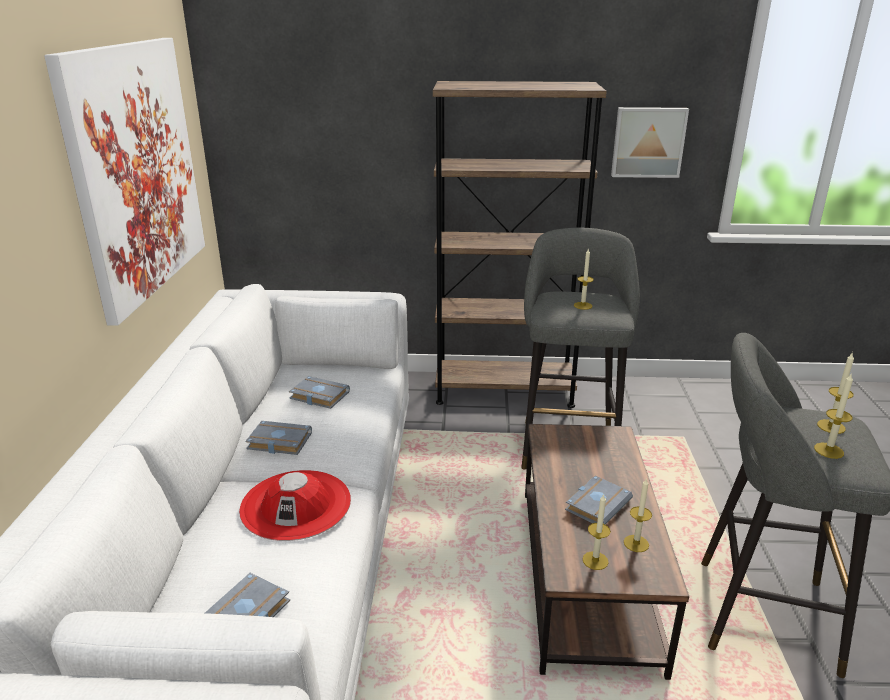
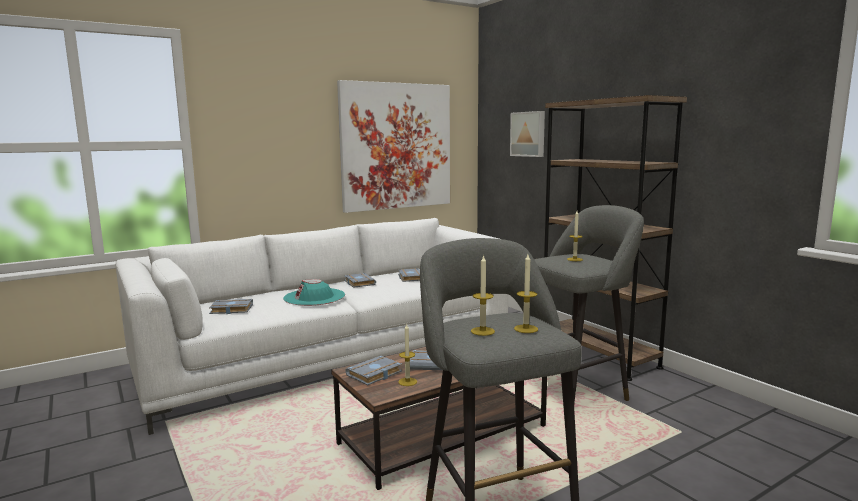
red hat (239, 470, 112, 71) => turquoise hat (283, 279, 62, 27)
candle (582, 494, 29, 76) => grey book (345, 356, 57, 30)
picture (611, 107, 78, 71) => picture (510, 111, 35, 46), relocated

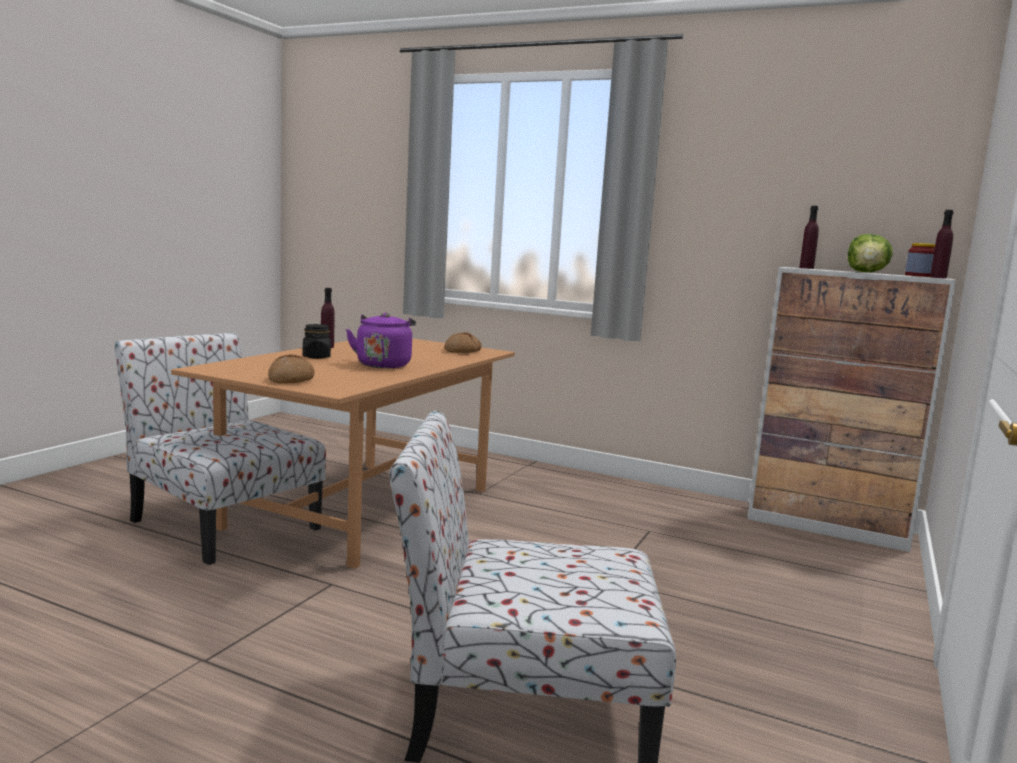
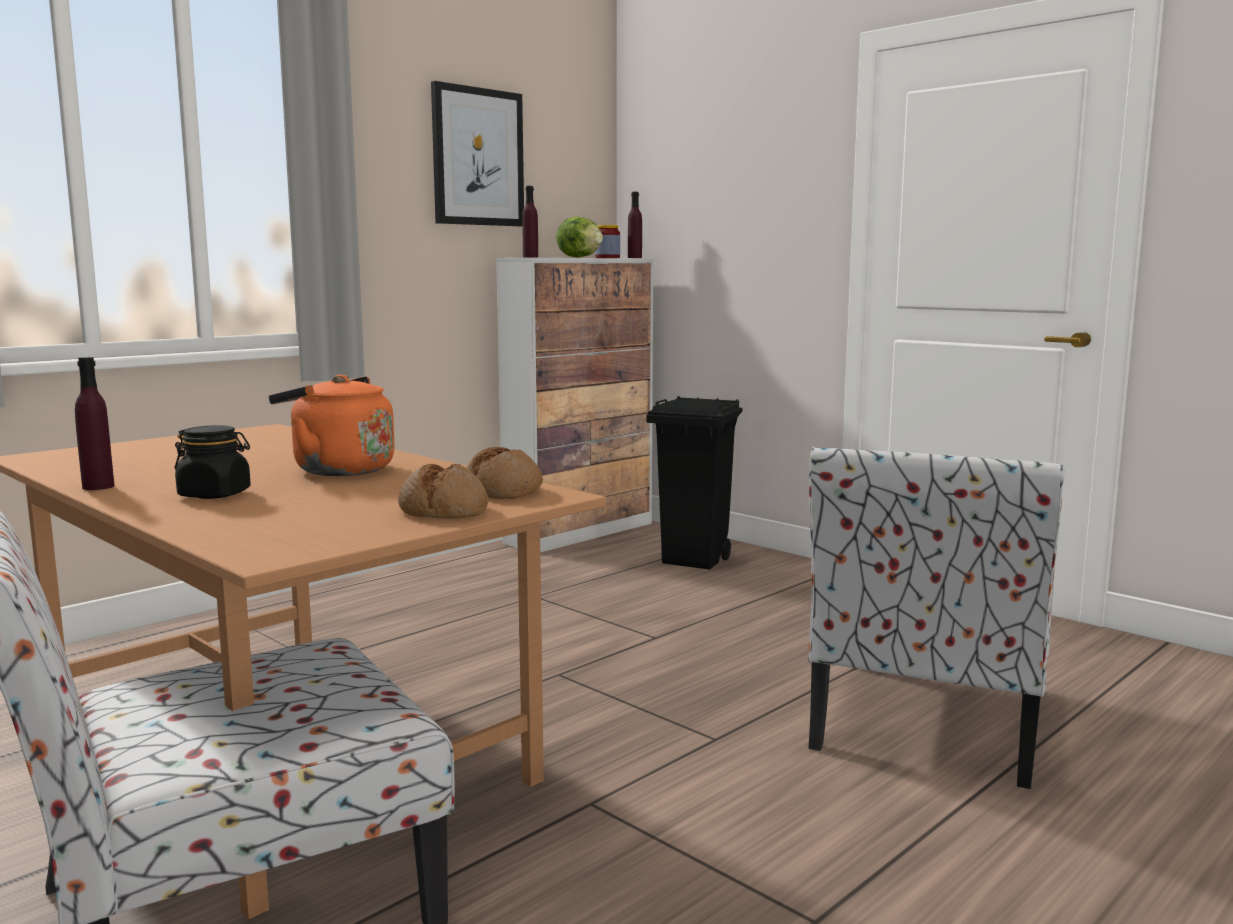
purple kettle (346, 313, 70, 55) => orange kettle (269, 374, 126, 102)
nothing => picture (431, 81, 93, 145)
bread (444, 332, 38, 21) => bread (466, 447, 77, 52), relocated
nothing => black trash can (647, 396, 96, 173)

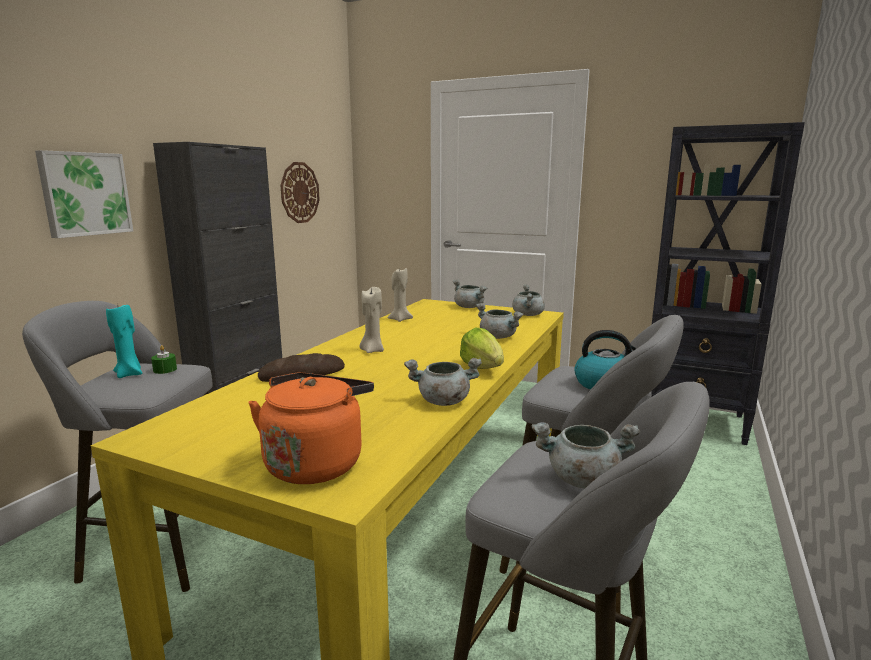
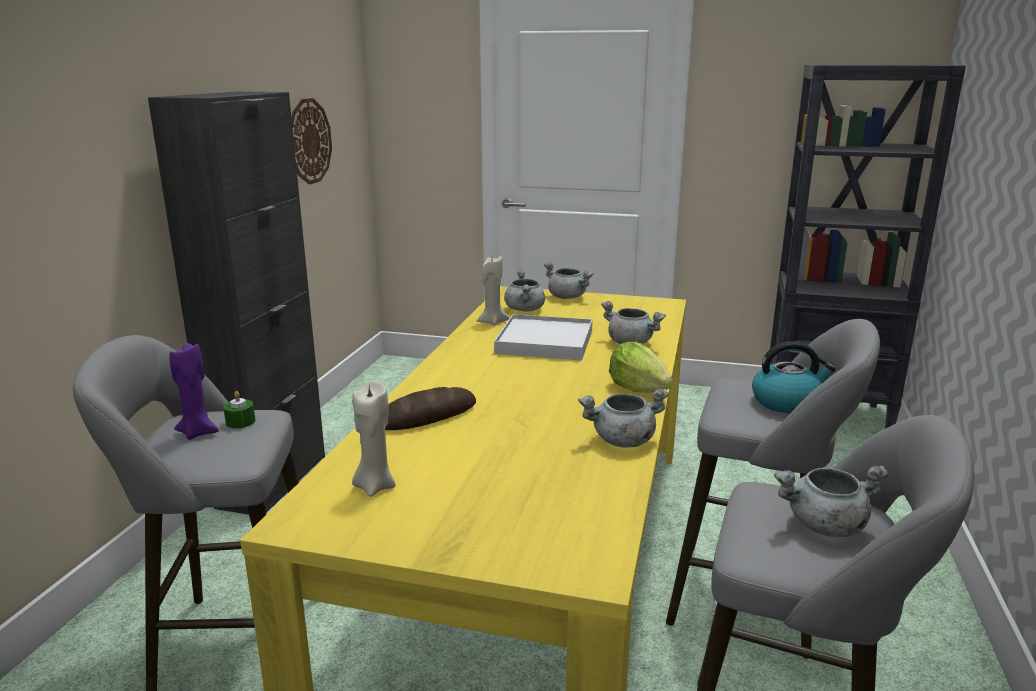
turquoise candle (106, 303, 36, 75) => purple candle (169, 343, 50, 97)
beige candle (359, 287, 25, 66) => beige candle (352, 381, 44, 116), relocated
nothing => white tray (494, 314, 99, 47)
grey cooking pot (512, 284, 33, 32) => grey cooking pot (504, 270, 41, 42), relocated
picture (35, 150, 98, 88) => nothing
orange kettle (248, 373, 126, 111) => nothing

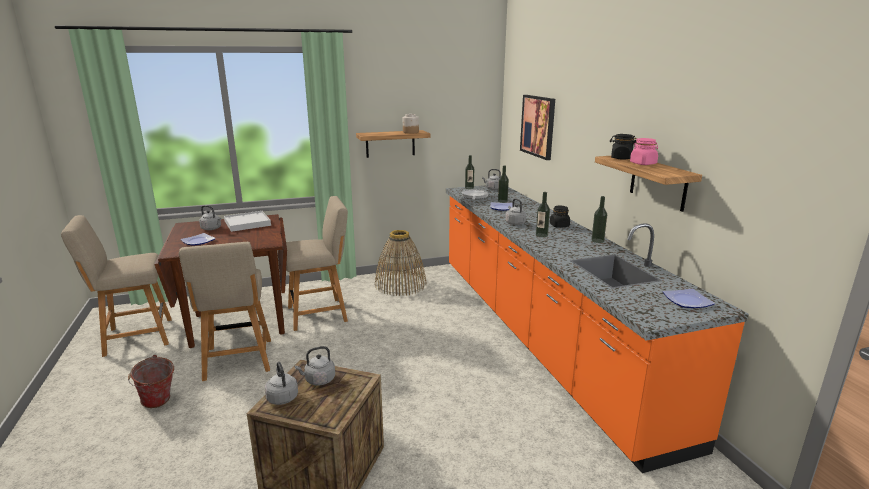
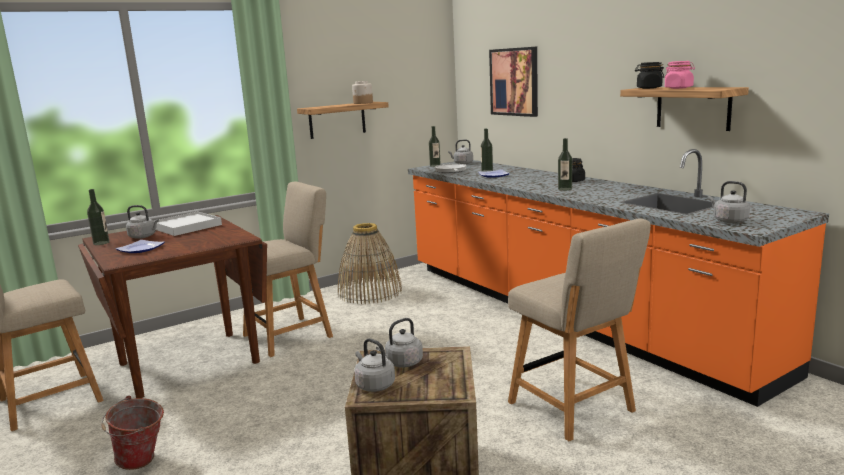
bottle (591, 196, 17, 47) => bottle (87, 189, 23, 56), relocated
beige chair (179, 242, 92, 139) => beige chair (508, 218, 143, 223), relocated
grey kettle (505, 198, 21, 27) => grey kettle (708, 181, 42, 42), relocated
plate (663, 289, 52, 19) => nothing

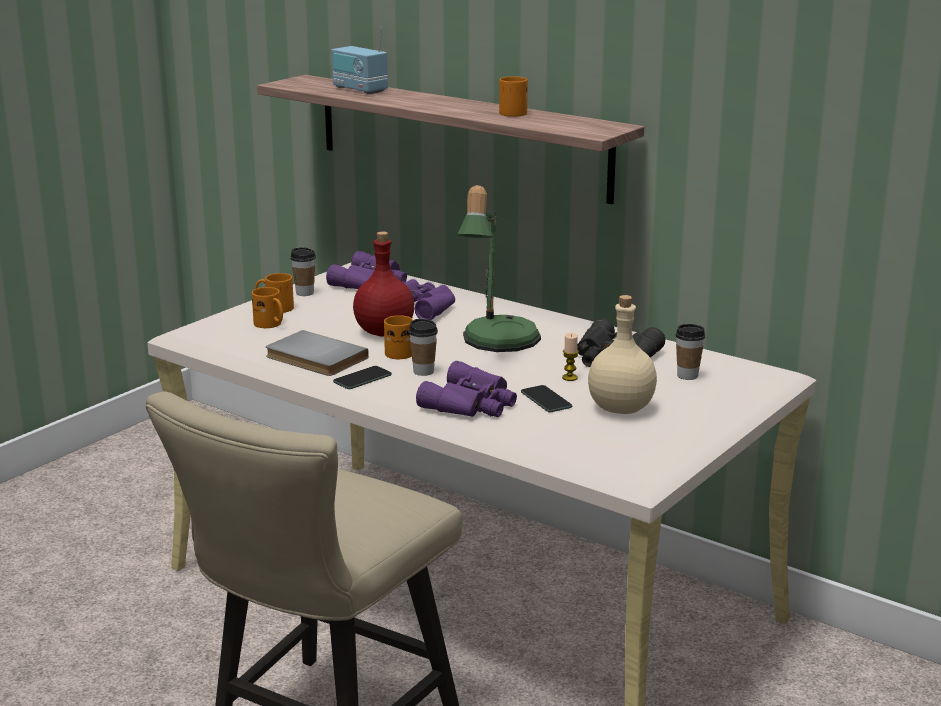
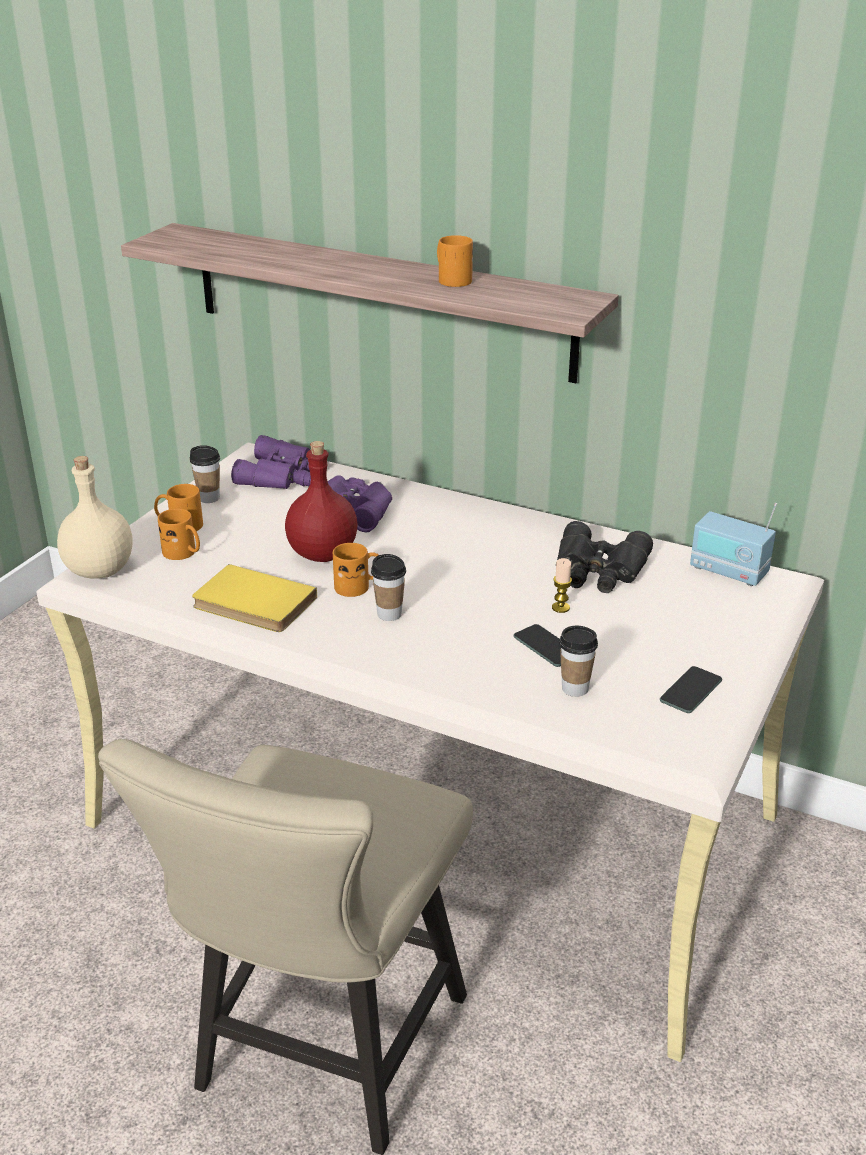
beige bottle (588, 295, 69, 119) => beige bottle (57, 456, 76, 123), relocated
grey book (266, 330, 103, 46) => yellow book (192, 564, 125, 68)
cup (675, 324, 30, 56) => cup (559, 626, 39, 71), relocated
phone (333, 366, 59, 23) => phone (660, 666, 62, 47), relocated
radio (332, 27, 56, 67) => radio (690, 503, 87, 83), relocated
purple binoculars (416, 361, 101, 56) => nothing
table lamp (457, 185, 84, 167) => nothing

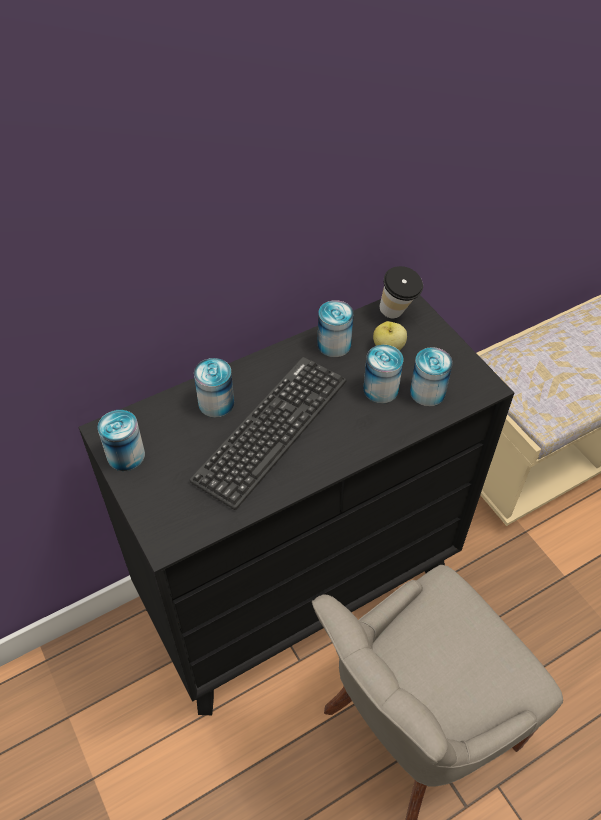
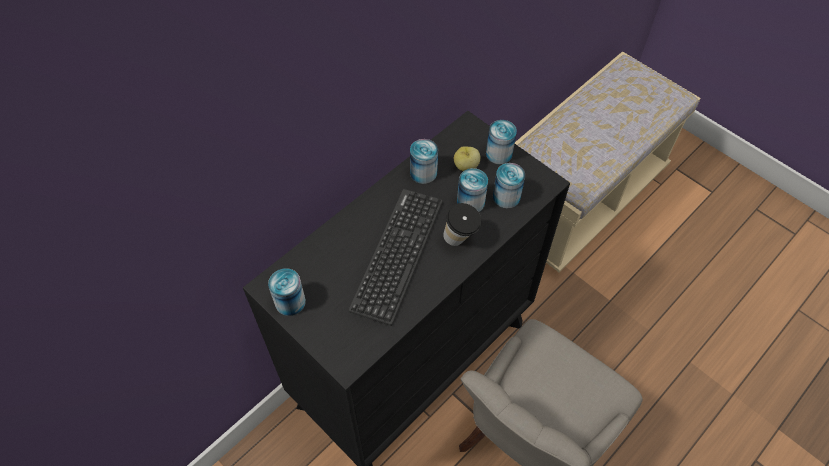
cup (380, 266, 43, 53) => cup (443, 203, 39, 43), relocated
can (194, 358, 40, 60) => can (486, 120, 31, 44), relocated

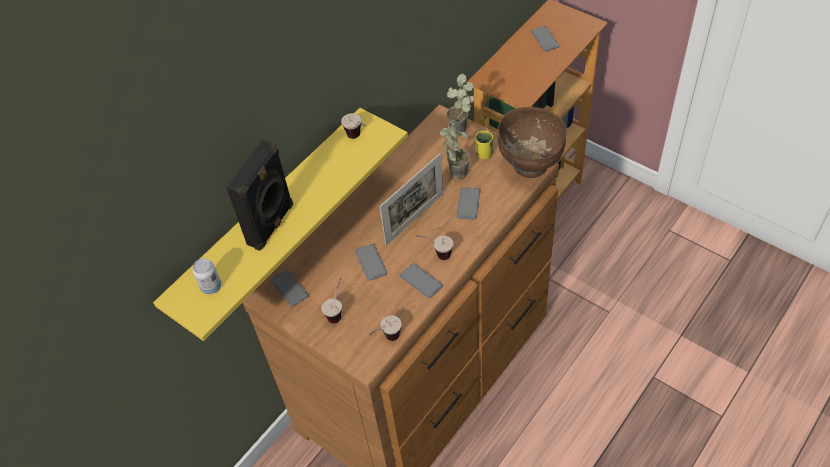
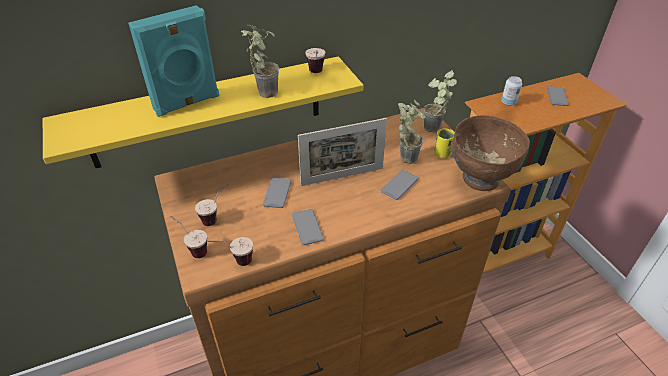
black speaker (226, 140, 67, 111) => turquoise speaker (128, 5, 91, 112)
cup (416, 235, 37, 25) => cup (170, 215, 37, 43), relocated
nothing => potted plant (241, 24, 39, 74)
can (192, 258, 30, 37) => can (501, 76, 21, 30), relocated
phone (271, 270, 38, 36) => nothing

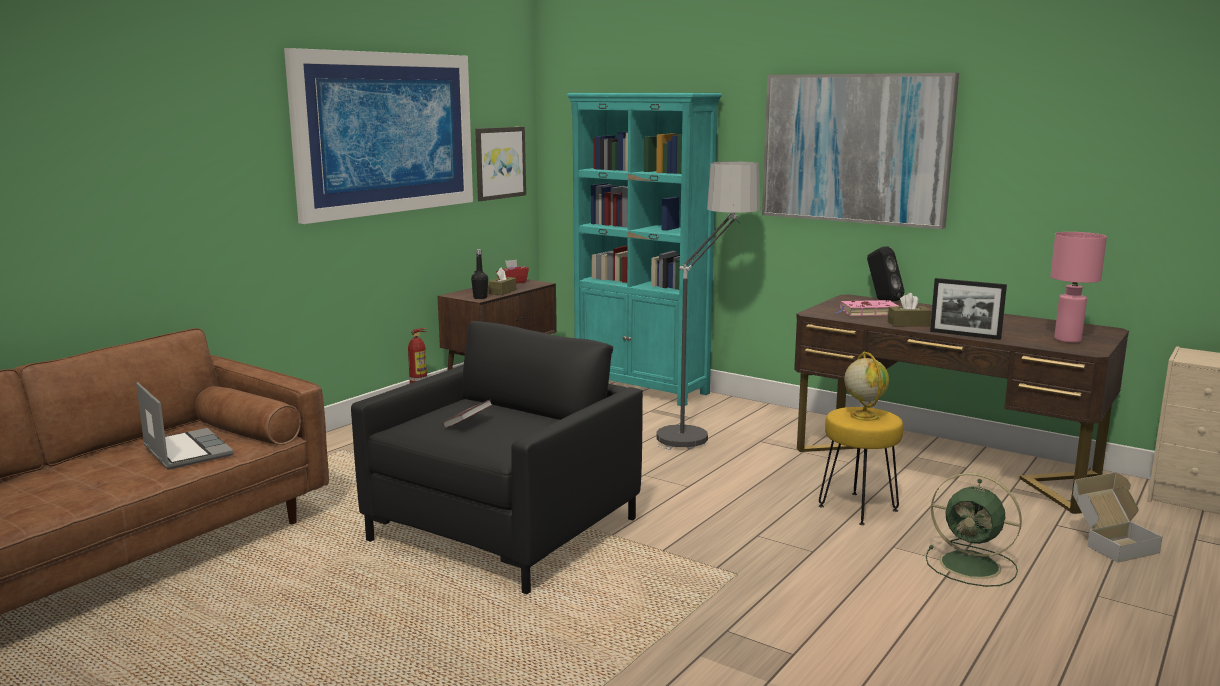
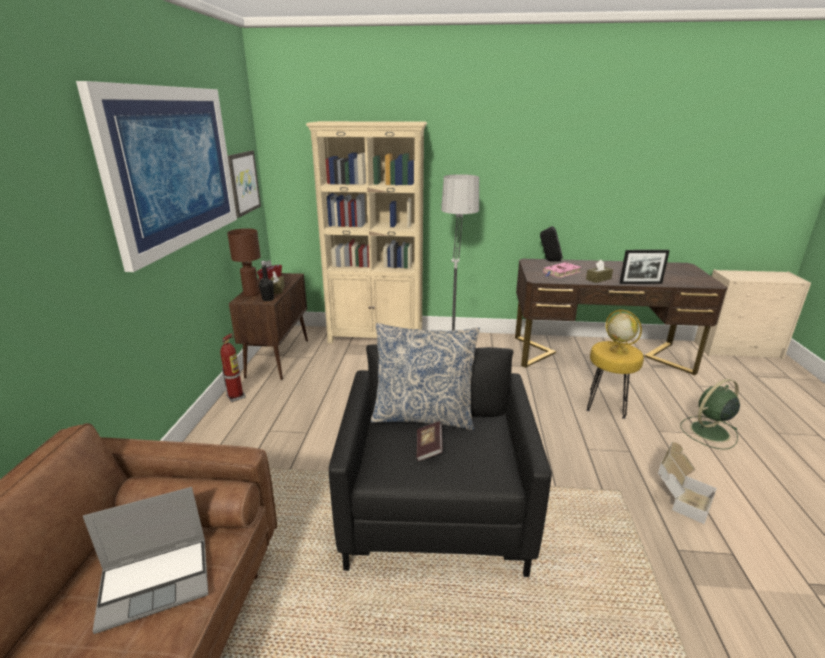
laptop (136, 382, 98, 88) => laptop (83, 487, 125, 147), 135 degrees clockwise
nothing => brown table lamp (227, 228, 34, 68)
turquoise bookcase (566, 93, 156, 313) => beige bookcase (306, 121, 121, 222)
nothing => pillow (371, 323, 109, 107)
cardboard box (1073, 473, 89, 90) => cardboard box (658, 442, 59, 82), relocated
green fan (926, 473, 96, 114) => green fan (680, 379, 60, 71), 150 degrees clockwise
picture (762, 73, 197, 156) => nothing
pink table lamp (1050, 232, 57, 111) => nothing

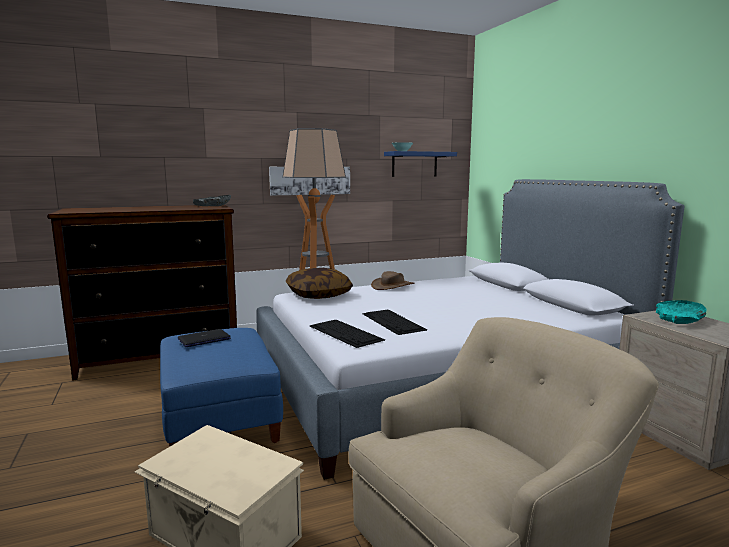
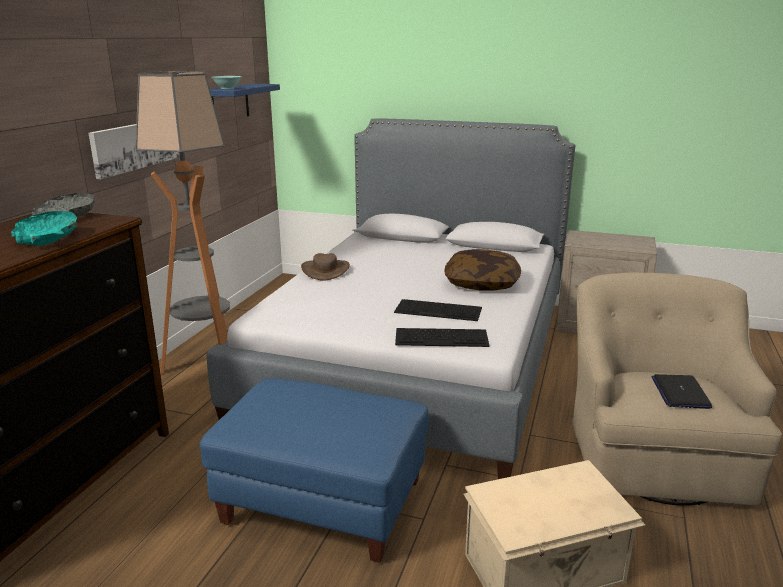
turquoise bowl (656, 300, 51, 24) => turquoise bowl (11, 211, 66, 35), relocated
pillow (286, 268, 67, 31) => pillow (444, 249, 77, 42), relocated
laptop (178, 329, 53, 18) => laptop (652, 374, 60, 35), relocated

